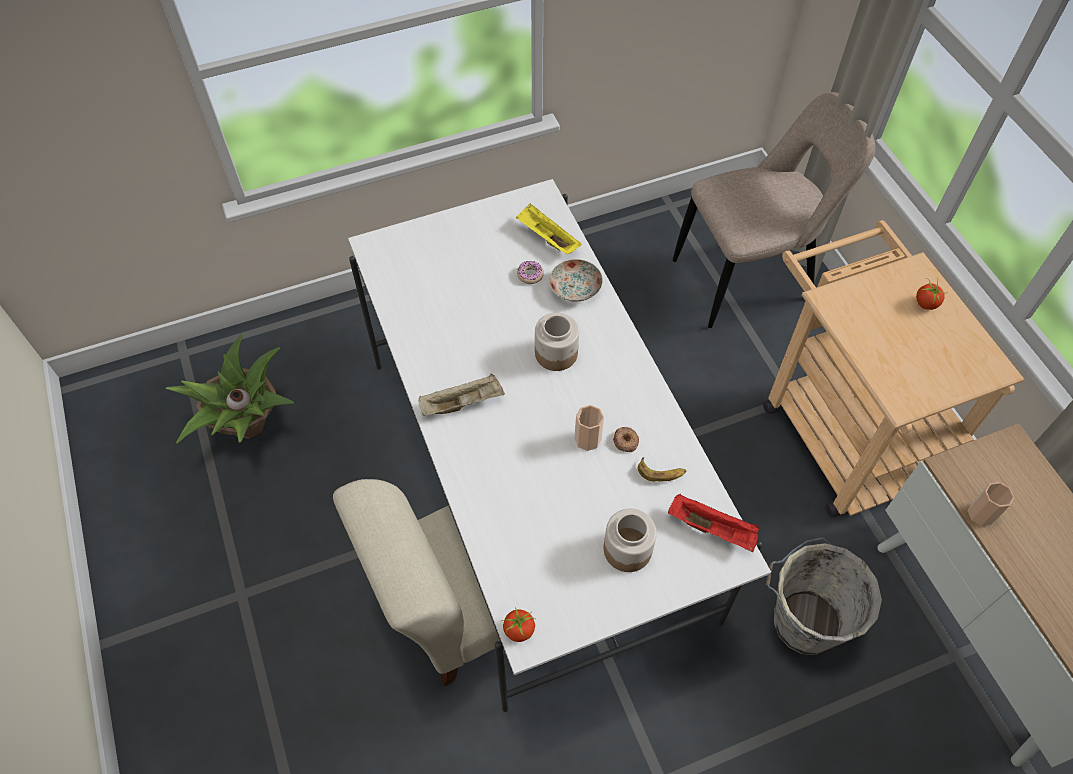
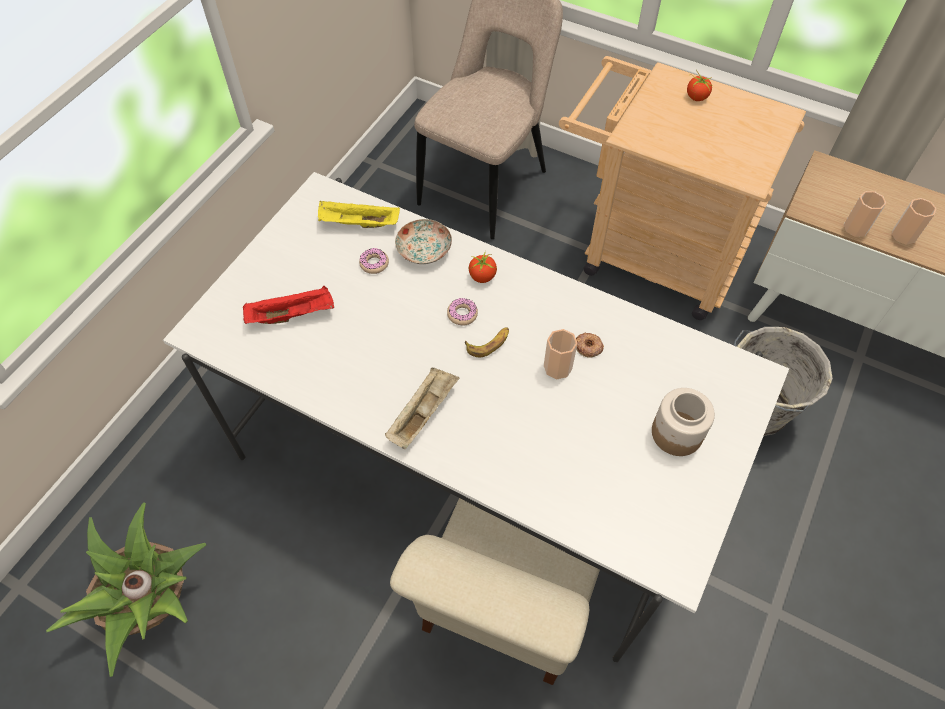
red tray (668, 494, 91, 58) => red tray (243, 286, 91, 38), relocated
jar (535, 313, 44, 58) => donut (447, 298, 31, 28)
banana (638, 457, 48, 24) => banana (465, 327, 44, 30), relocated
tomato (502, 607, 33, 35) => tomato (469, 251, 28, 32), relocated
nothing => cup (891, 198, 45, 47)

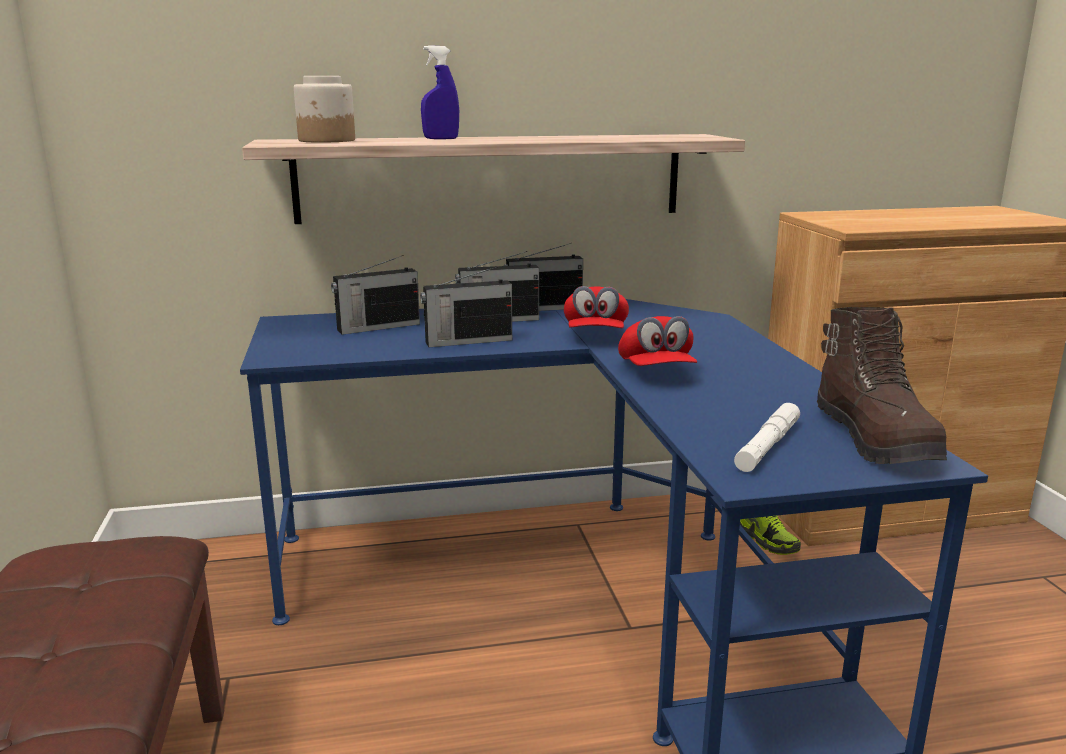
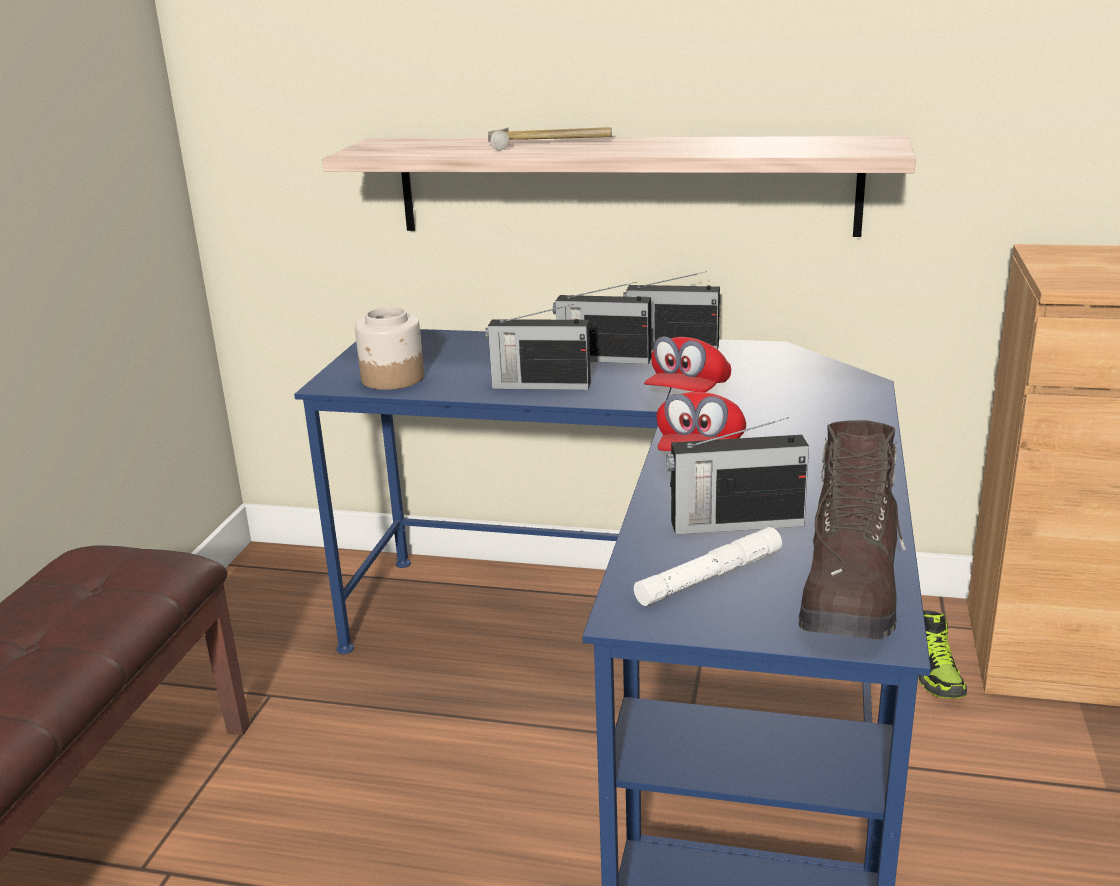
jar (294, 76, 61, 67) => jar (355, 307, 69, 83), relocated
blue spray bottle (421, 45, 38, 94) => hammer (488, 127, 124, 24)
radio (331, 255, 89, 80) => radio (666, 417, 143, 117), relocated

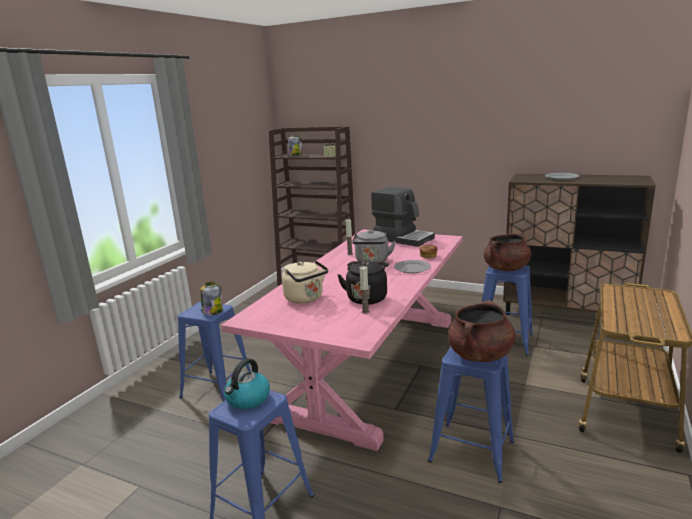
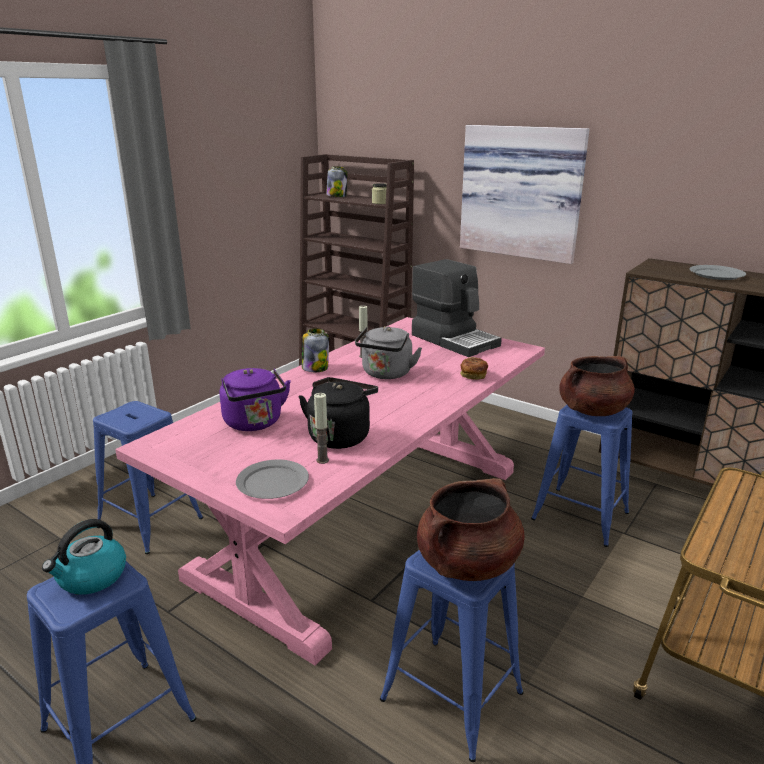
beige kettle (282, 260, 46, 44) => purple kettle (220, 368, 71, 63)
grey plate (394, 260, 37, 13) => grey plate (236, 460, 73, 39), relocated
jar (201, 282, 22, 33) => jar (302, 328, 27, 44), relocated
nothing => picture (460, 125, 130, 139)

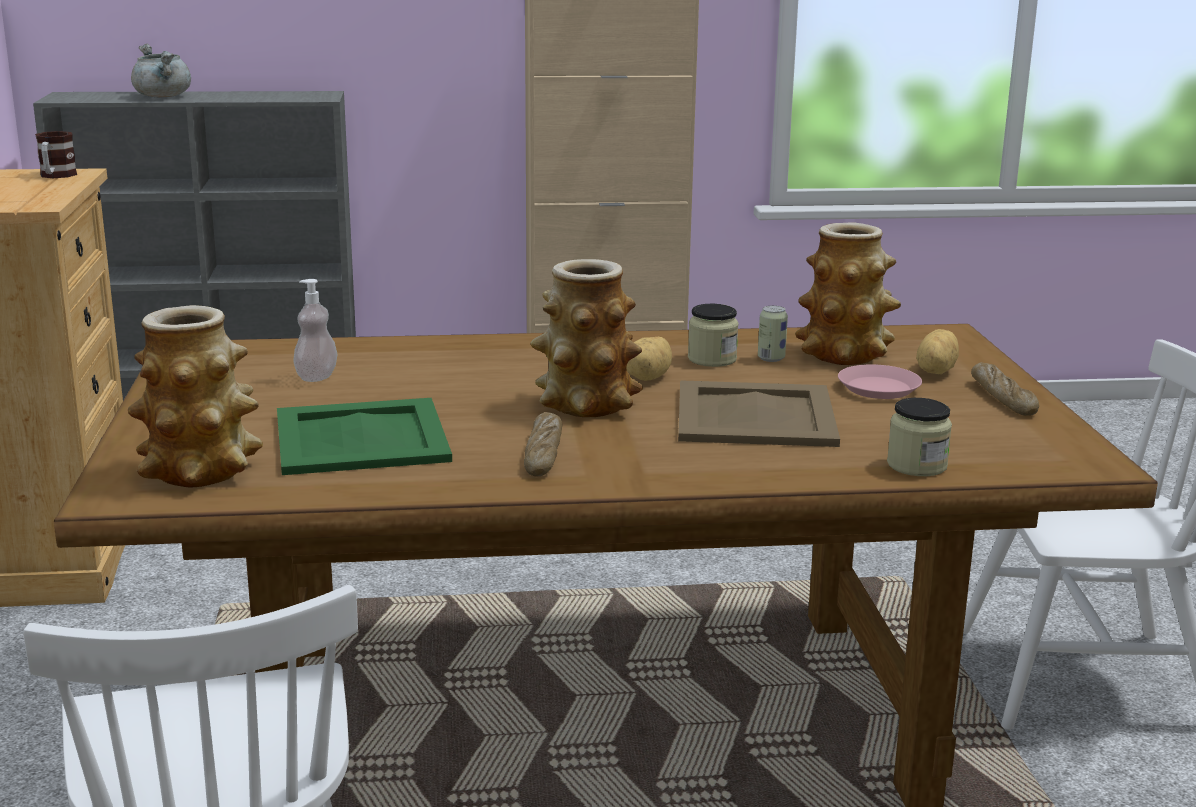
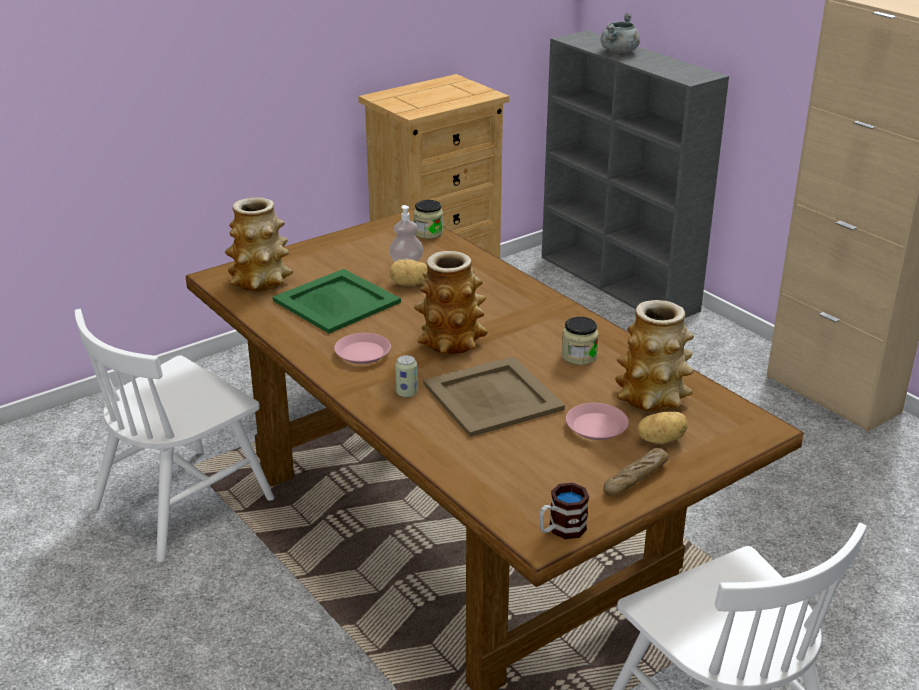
bread (524, 412, 38, 64) => pink plate (334, 333, 57, 31)
potato (627, 337, 45, 44) => potato (389, 259, 38, 27), relocated
can (758, 305, 30, 57) => can (395, 355, 23, 43), relocated
jar (887, 398, 65, 78) => jar (414, 200, 29, 39), relocated
mug (35, 131, 42, 47) => mug (539, 483, 50, 56), relocated

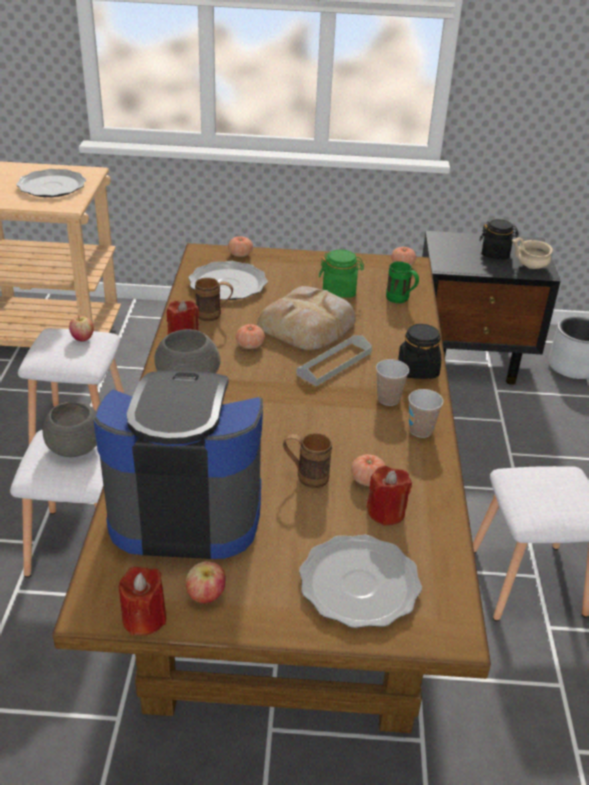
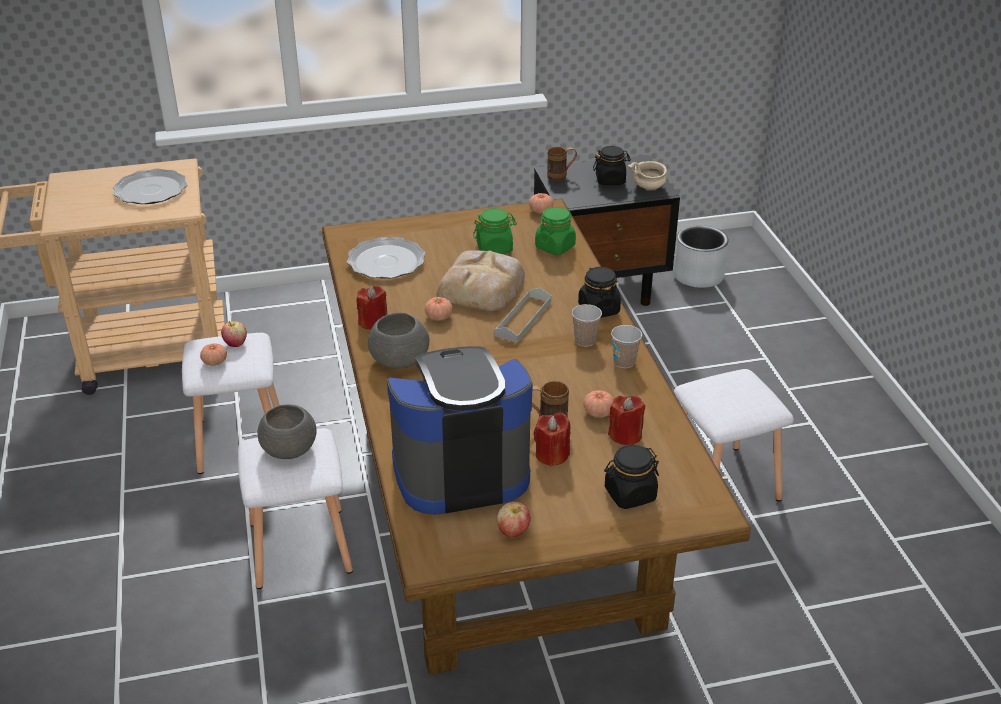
tomato (228, 236, 25, 21) => tomato (200, 343, 27, 23), relocated
red candle (118, 567, 48, 69) => red candle (534, 413, 36, 53), relocated
green mug (386, 261, 33, 42) => green jar (535, 207, 41, 48)
brown mug (195, 278, 38, 43) => brown mug (547, 147, 30, 34), relocated
plate (299, 534, 123, 94) => black jar (604, 445, 55, 64)

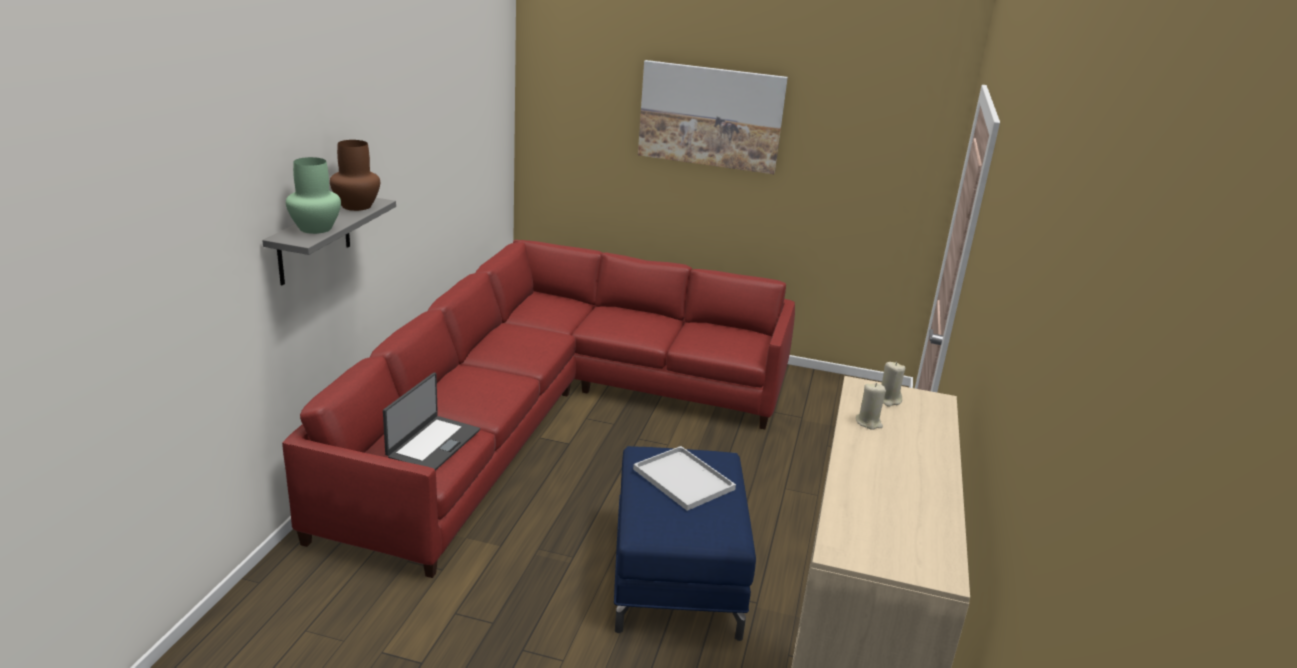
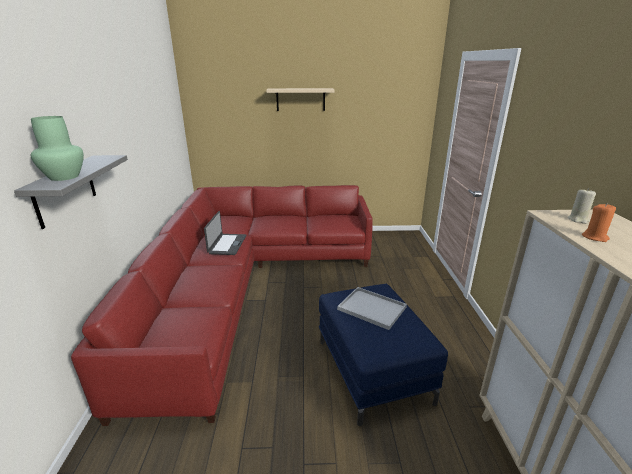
laptop (383, 373, 97, 98) => laptop (204, 211, 42, 44), relocated
picture (638, 60, 150, 114) => beige shelf (266, 88, 69, 23)
beige candle (856, 383, 30, 47) => orange candle (582, 203, 34, 39)
brown vase (330, 140, 50, 71) => nothing

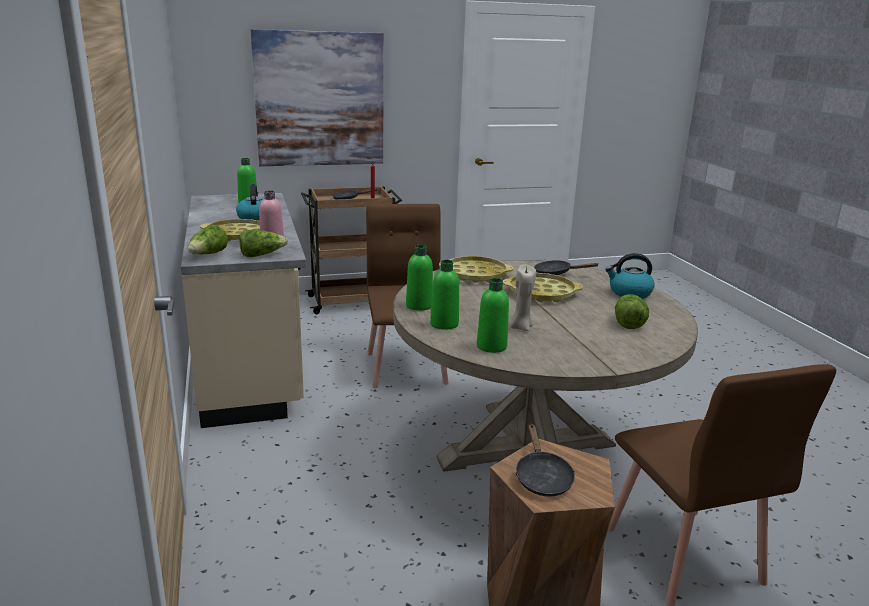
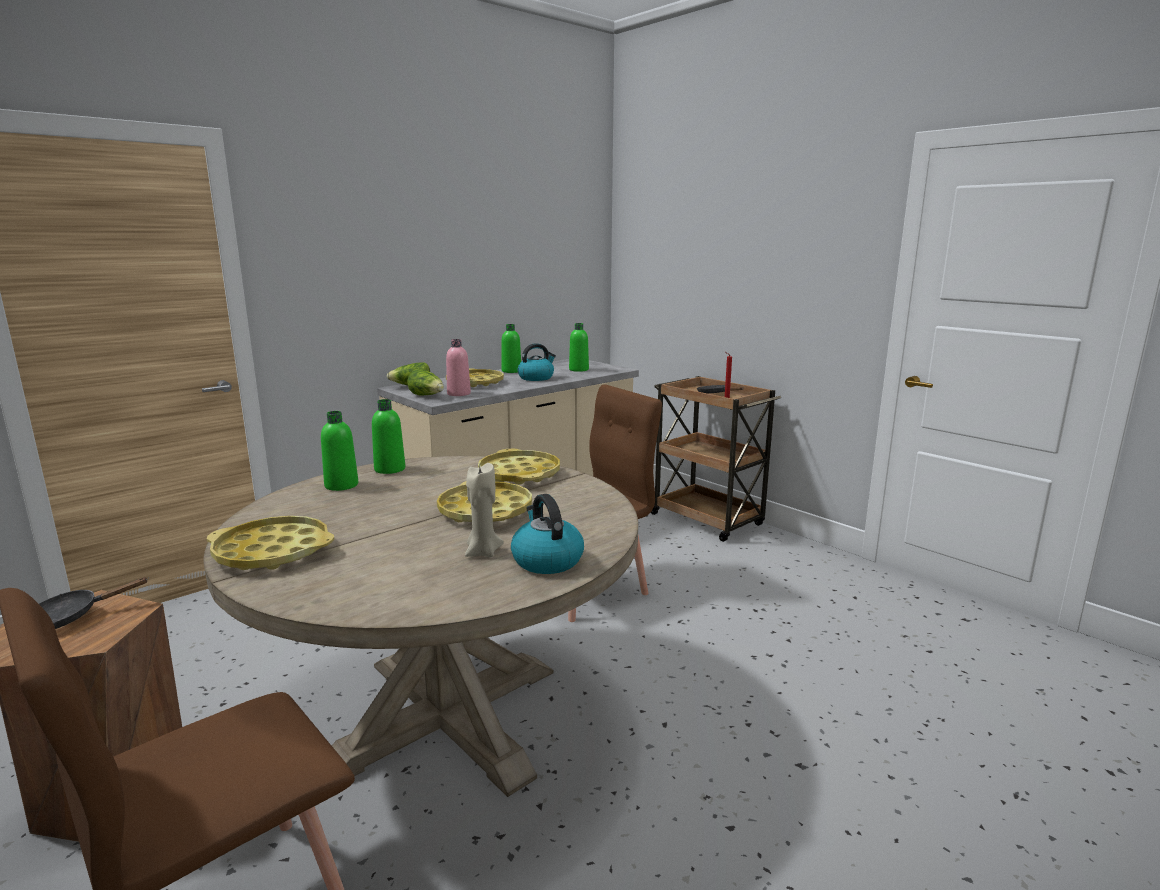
nothing => yellow tray (207, 516, 127, 54)
beige candle (510, 265, 26, 66) => beige candle (465, 463, 39, 95), relocated
green bottle (477, 278, 32, 75) => green bottle (501, 324, 20, 49), relocated
picture (251, 29, 133, 137) => nothing
black frying pan (534, 260, 65, 15) => nothing
lettuce (615, 294, 34, 35) => nothing

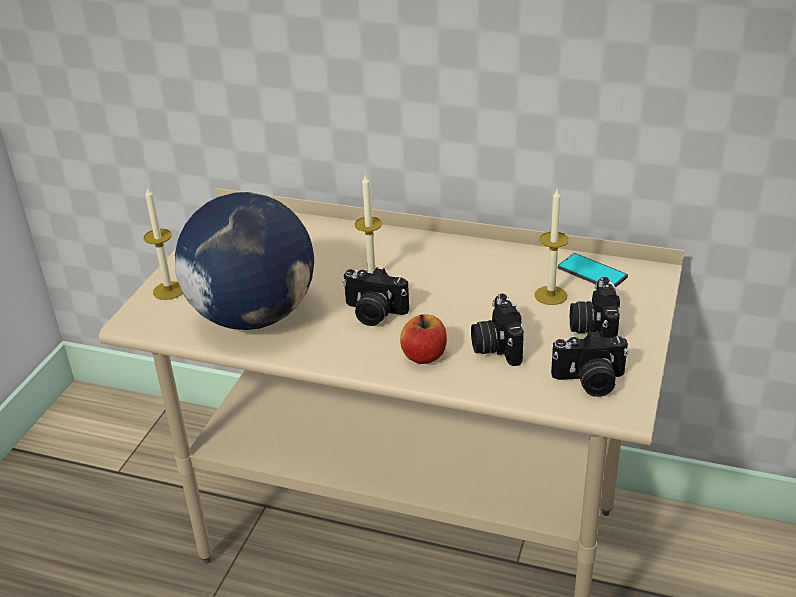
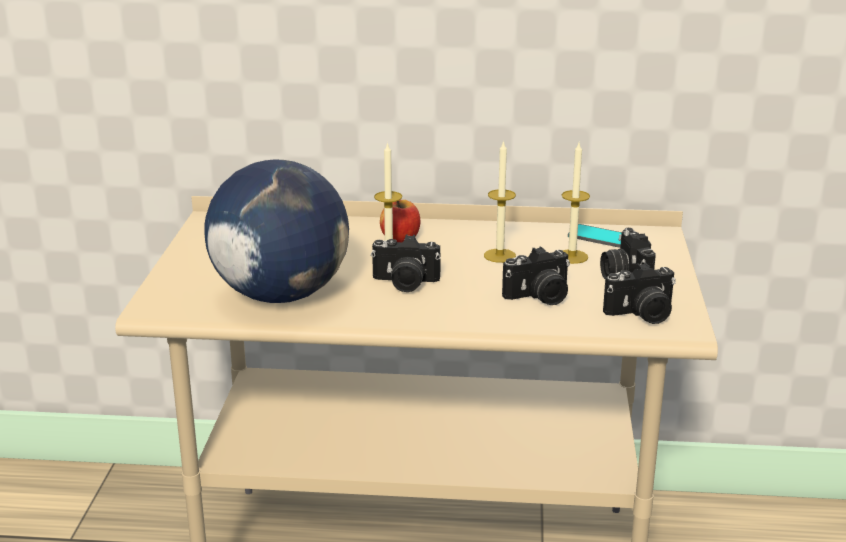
apple (400, 314, 47, 50) => apple (380, 200, 40, 42), relocated
candle (144, 186, 39, 114) => candle (484, 140, 32, 123), relocated
photo camera (471, 294, 53, 72) => photo camera (502, 246, 68, 59), 90 degrees counterclockwise

